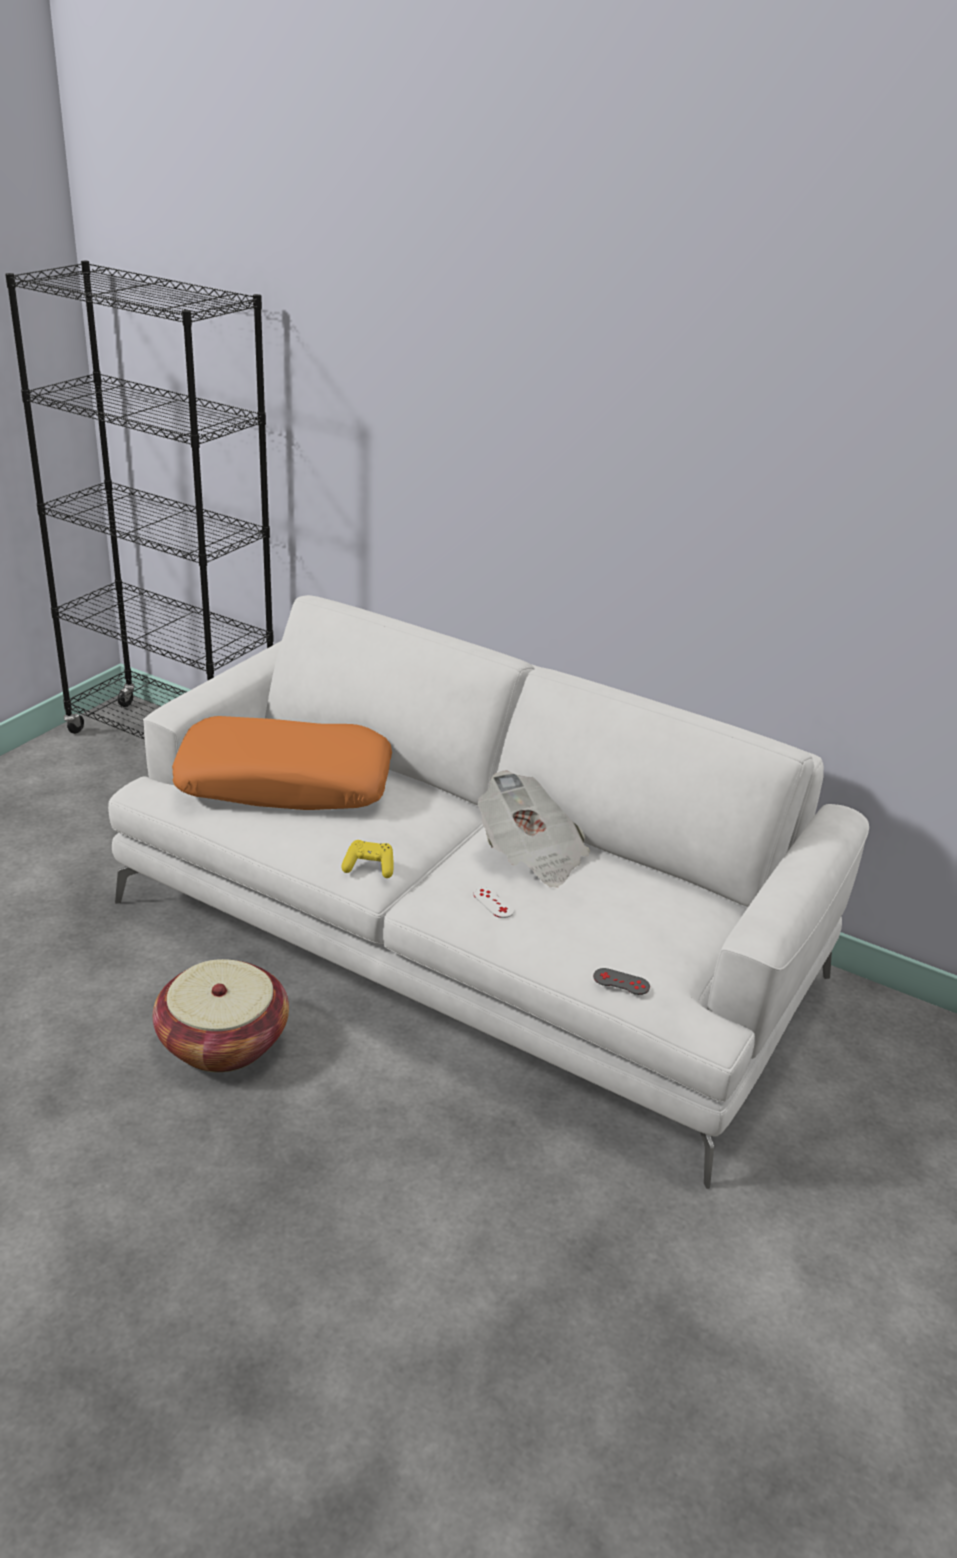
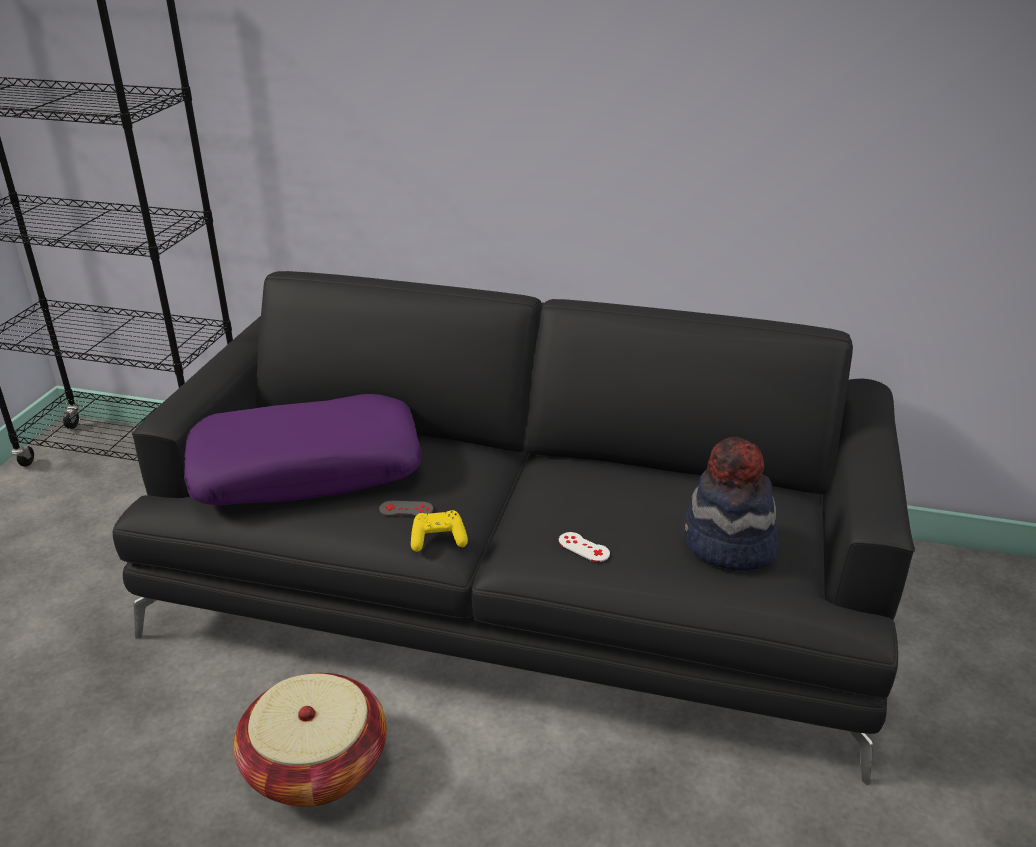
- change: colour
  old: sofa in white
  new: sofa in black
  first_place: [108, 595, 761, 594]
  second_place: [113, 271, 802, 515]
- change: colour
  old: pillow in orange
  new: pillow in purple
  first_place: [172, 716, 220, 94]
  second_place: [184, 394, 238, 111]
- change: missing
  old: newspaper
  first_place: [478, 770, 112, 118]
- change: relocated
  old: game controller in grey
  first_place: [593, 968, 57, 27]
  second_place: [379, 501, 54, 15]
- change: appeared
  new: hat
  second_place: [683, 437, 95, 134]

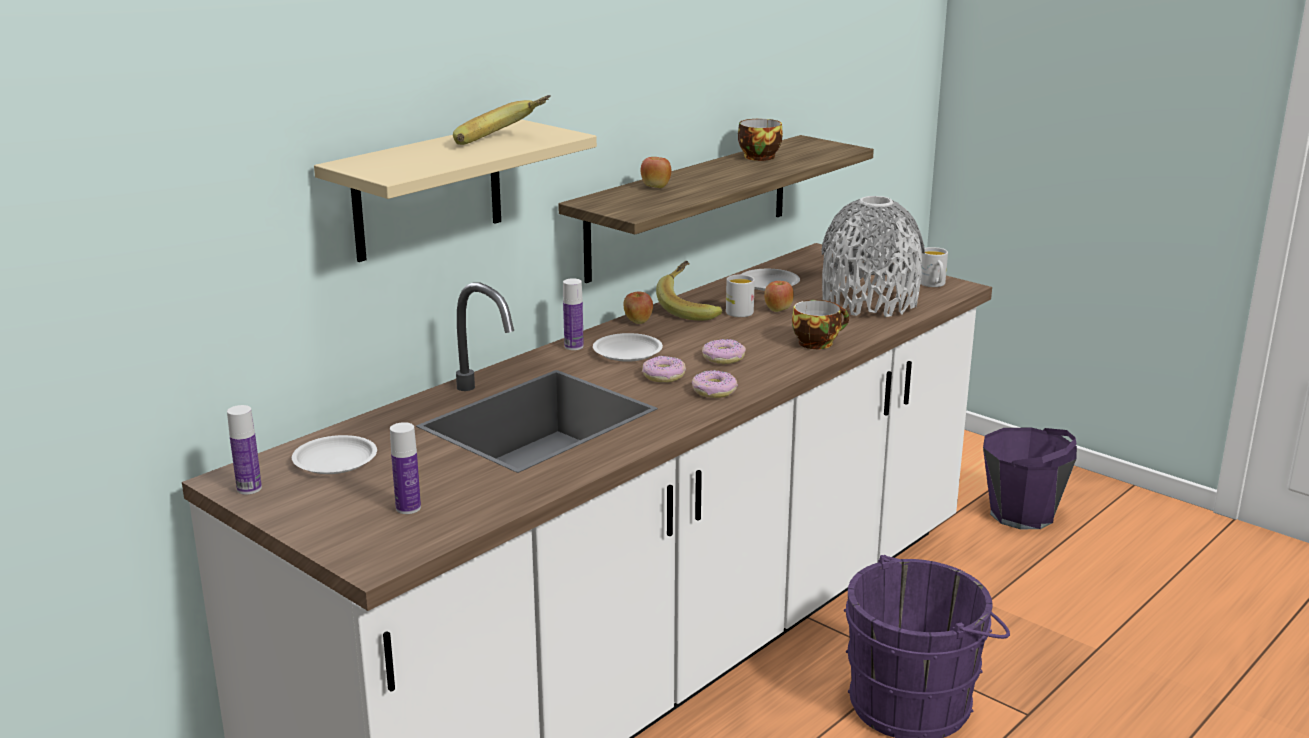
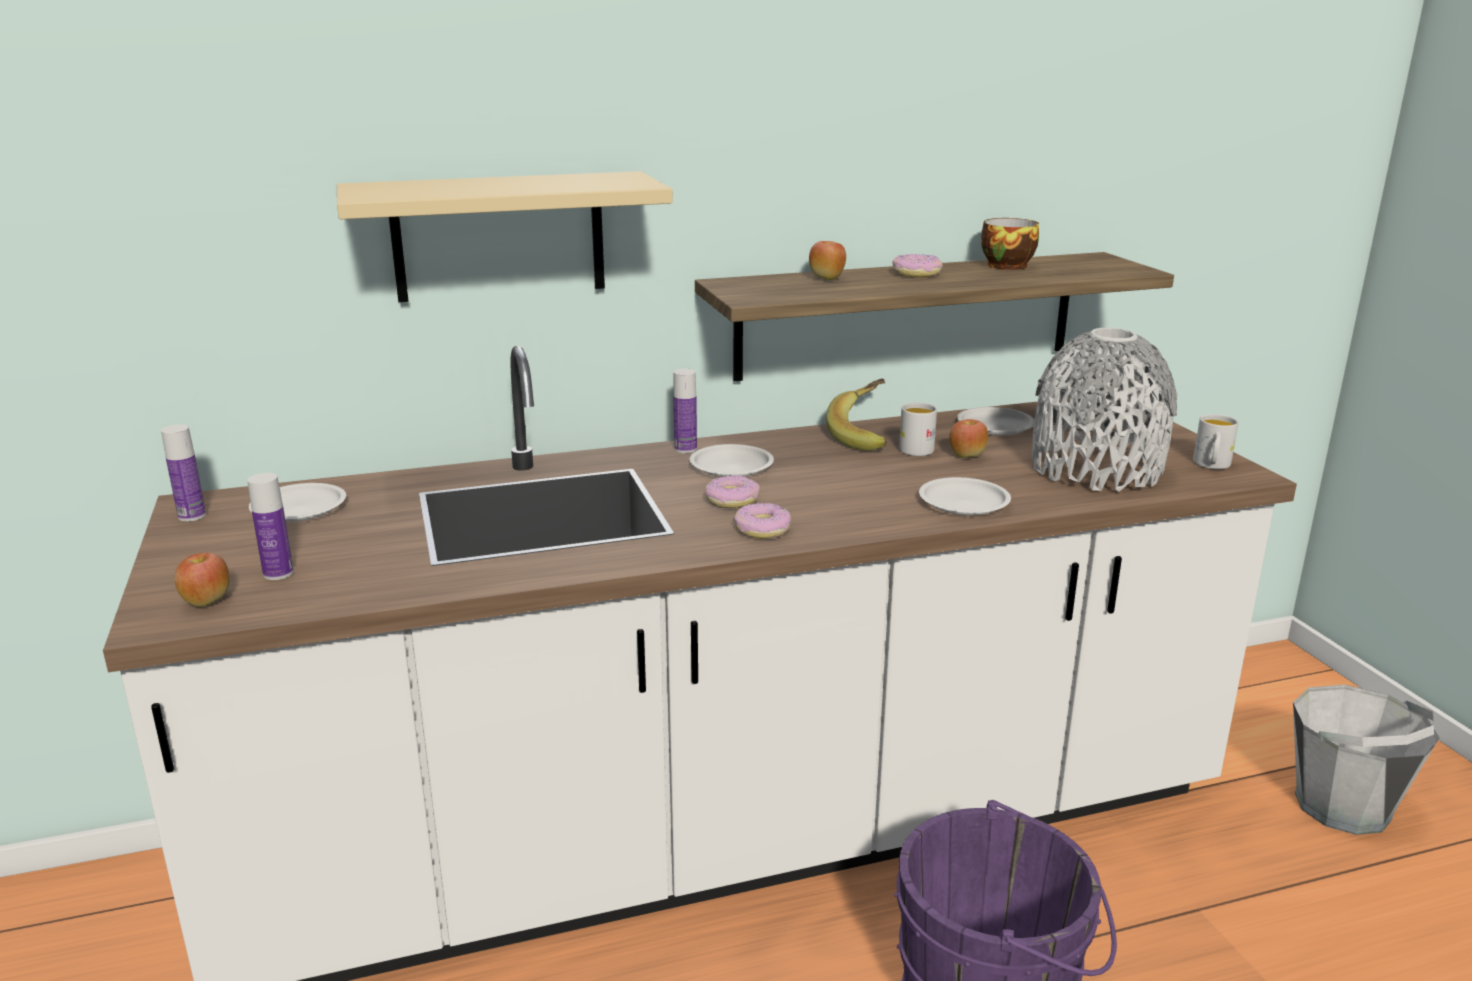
- change: missing
  old: banana
  first_place: [453, 95, 98, 50]
- change: relocated
  old: apple
  first_place: [623, 292, 30, 32]
  second_place: [174, 553, 55, 54]
- change: exchanged
  old: cup
  new: plate in white
  first_place: [792, 300, 57, 49]
  second_place: [919, 477, 92, 38]
- change: relocated
  old: donut
  first_place: [702, 339, 44, 25]
  second_place: [892, 254, 51, 24]
- change: colour
  old: bucket in purple
  new: bucket in grey
  first_place: [983, 427, 94, 102]
  second_place: [1293, 685, 146, 150]

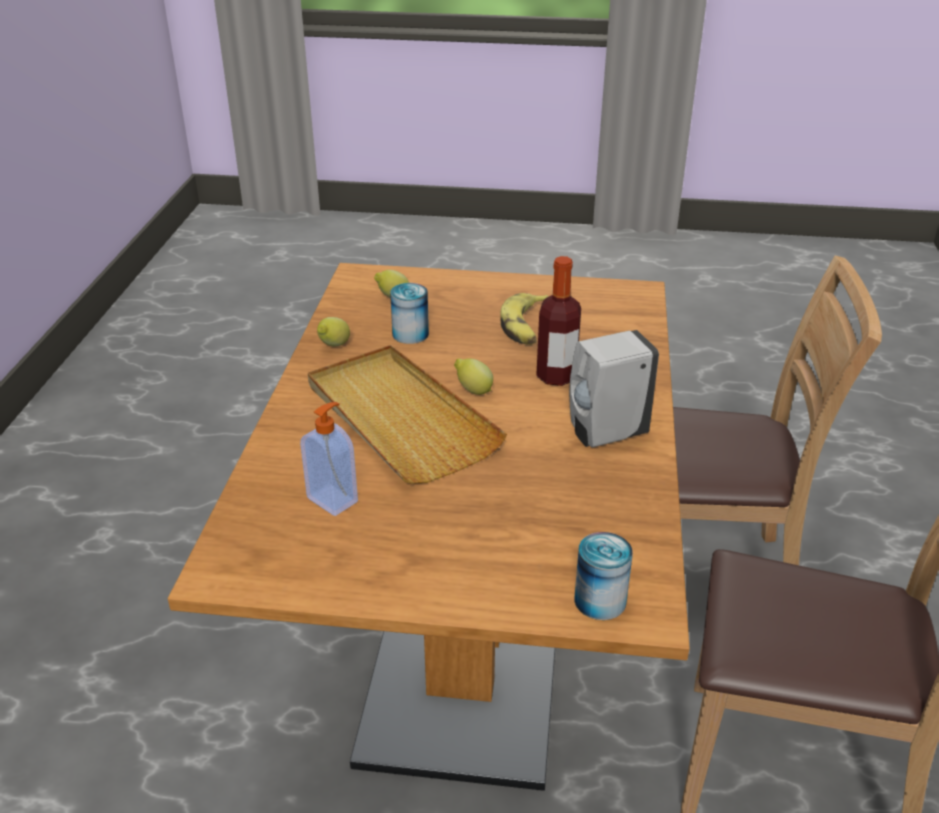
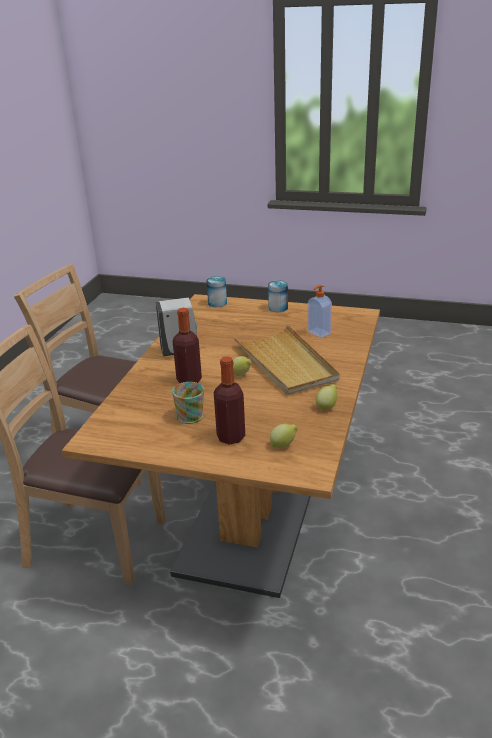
- change: relocated
  old: can
  first_place: [390, 283, 39, 61]
  second_place: [268, 280, 20, 32]
- change: exchanged
  old: banana
  new: mug
  first_place: [500, 293, 49, 52]
  second_place: [172, 382, 32, 42]
- change: appeared
  new: bottle
  second_place: [214, 356, 31, 89]

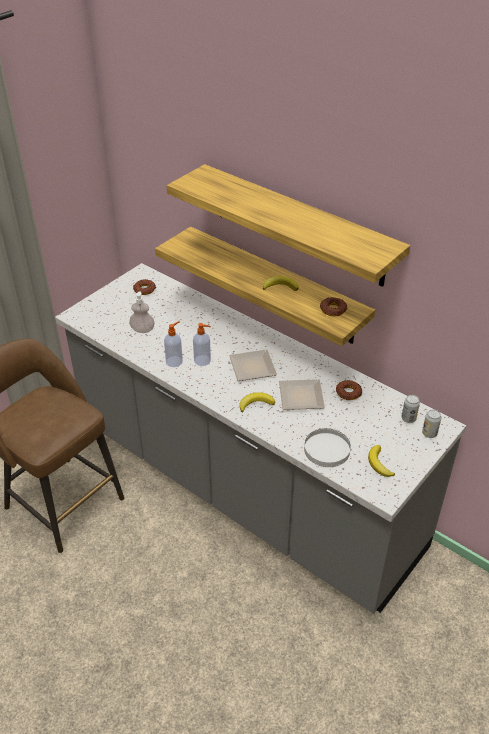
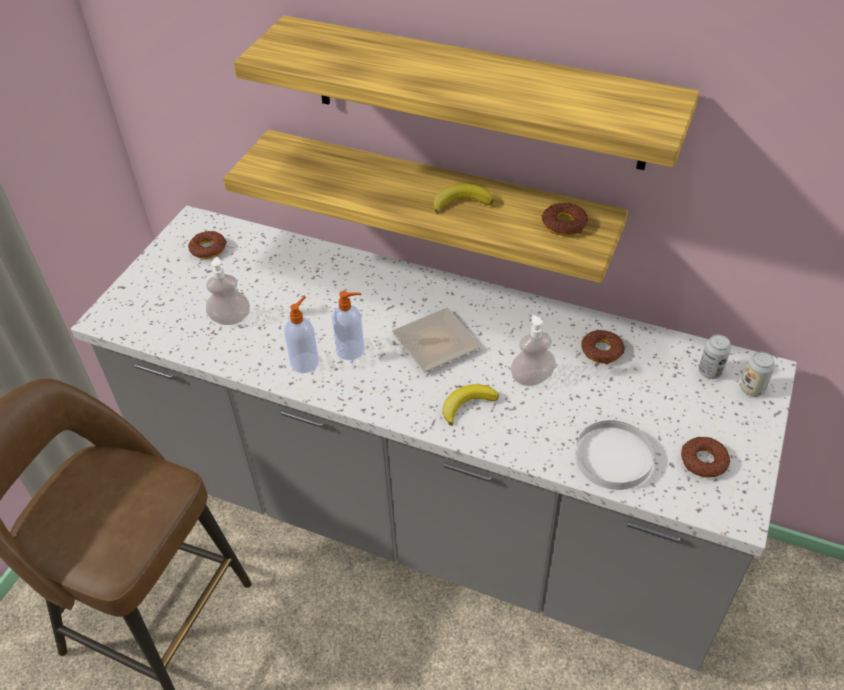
- change: exchanged
  old: plate
  new: soap dispenser
  first_place: [279, 379, 46, 31]
  second_place: [510, 315, 46, 71]
- change: exchanged
  old: banana
  new: donut
  first_place: [368, 445, 27, 32]
  second_place: [681, 437, 49, 41]

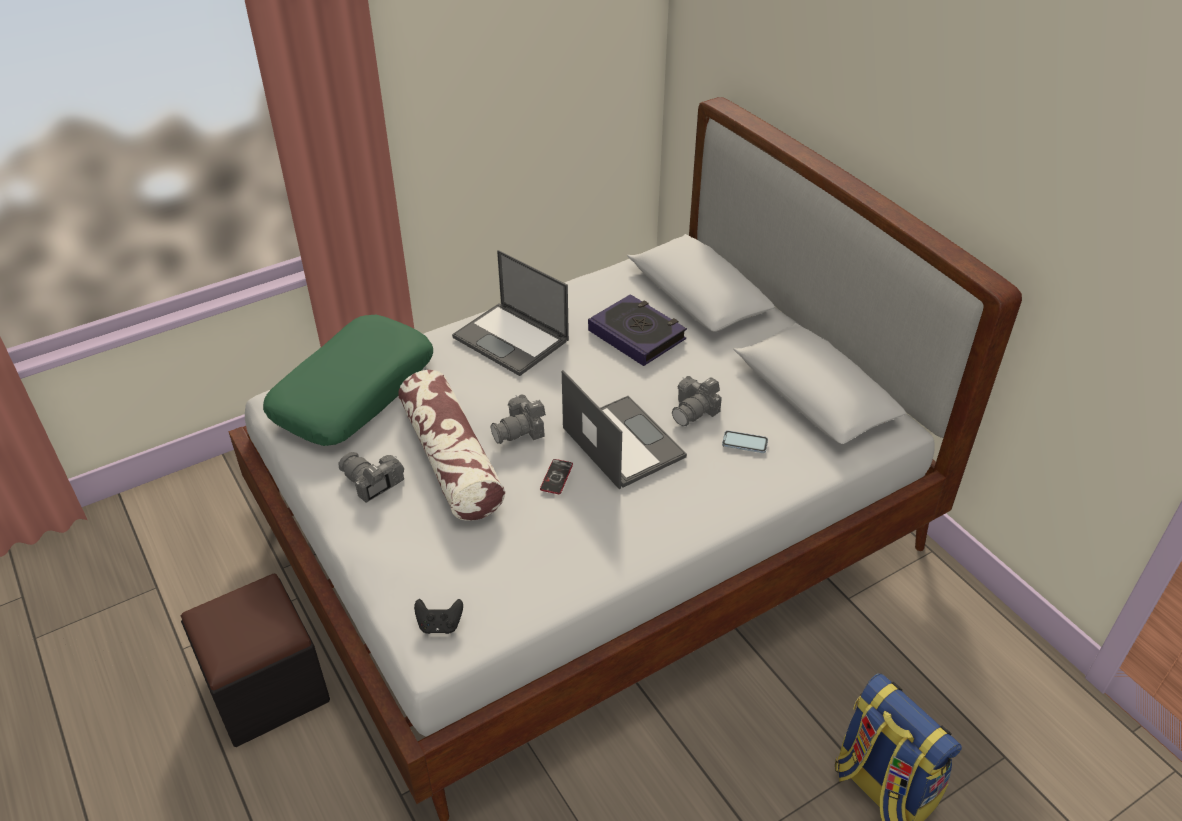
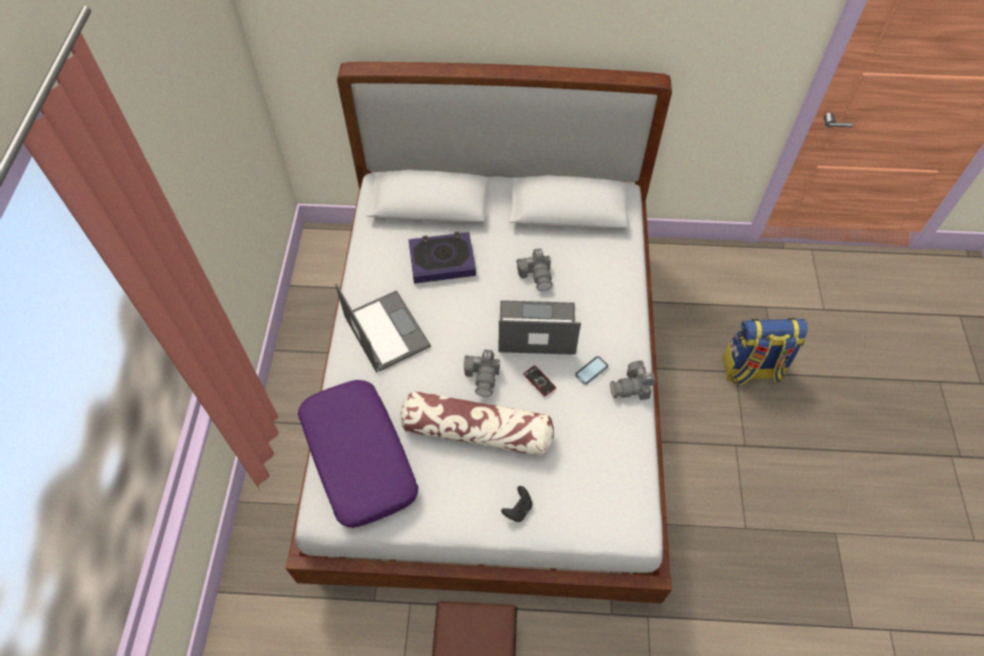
- change: spun
  old: laptop
  first_place: [452, 250, 117, 126]
  second_place: [335, 283, 96, 90]
  degrees: -105
- change: colour
  old: pillow in green
  new: pillow in purple
  first_place: [263, 315, 170, 131]
  second_place: [298, 380, 120, 148]
- change: relocated
  old: phone
  first_place: [722, 431, 46, 22]
  second_place: [575, 356, 33, 29]
- change: relocated
  old: photo camera
  first_place: [339, 452, 65, 51]
  second_place: [610, 360, 46, 40]
- change: relocated
  old: game controller in black
  first_place: [414, 599, 49, 35]
  second_place: [501, 486, 31, 36]

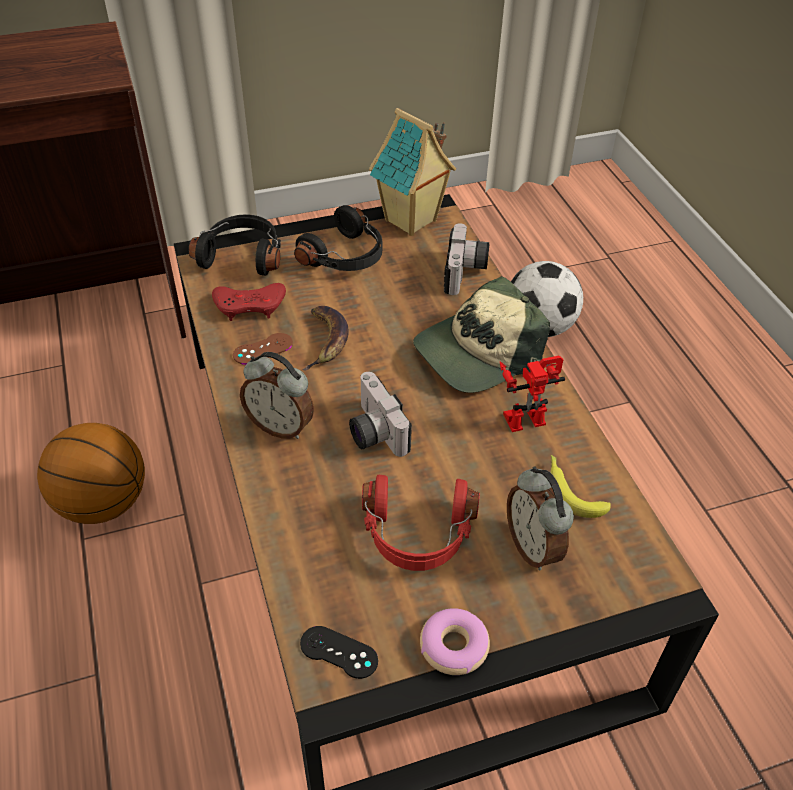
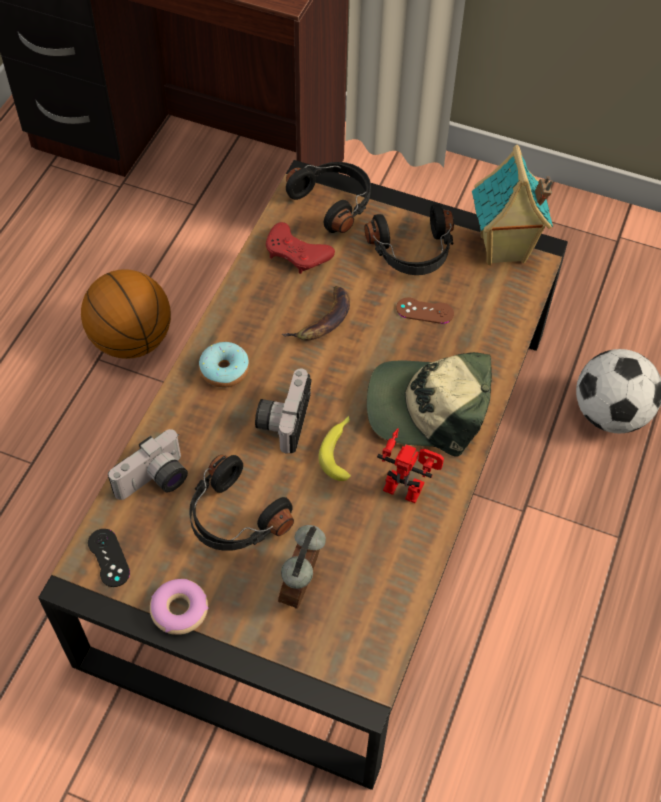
- change: relocated
  old: photo camera
  first_place: [444, 223, 46, 72]
  second_place: [108, 429, 80, 71]
- change: relocated
  old: game controller in brown
  first_place: [233, 333, 60, 32]
  second_place: [396, 298, 58, 26]
- change: exchanged
  old: alarm clock
  new: donut
  first_place: [240, 352, 74, 87]
  second_place: [199, 342, 50, 46]
- change: relocated
  old: banana
  first_place: [550, 455, 61, 63]
  second_place: [318, 416, 33, 65]
- change: colour
  old: headphones in red
  new: headphones in black
  first_place: [362, 475, 118, 96]
  second_place: [189, 455, 105, 96]

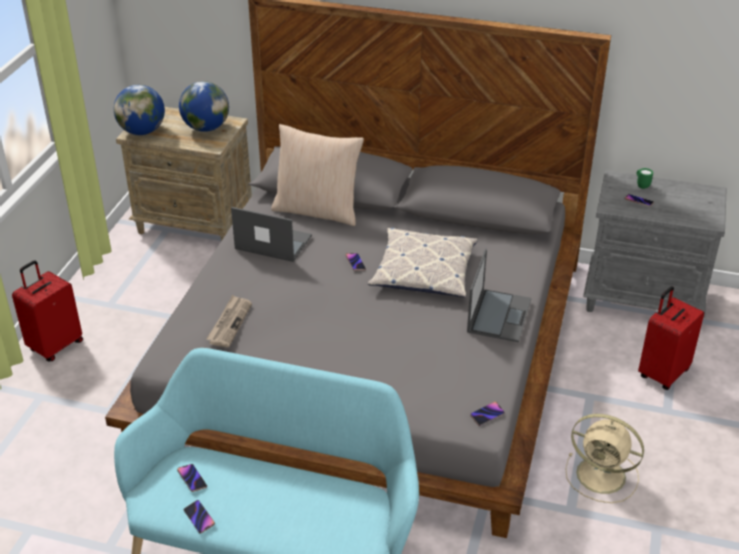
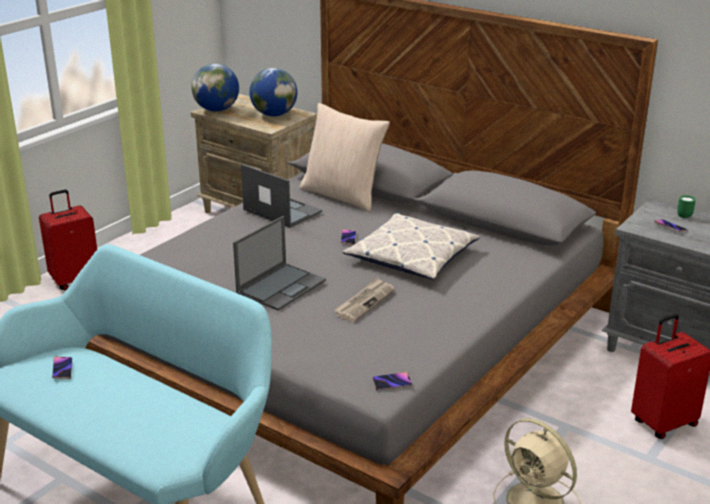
- change: relocated
  old: laptop
  first_place: [467, 249, 64, 93]
  second_place: [233, 216, 93, 95]
- change: relocated
  old: newspaper
  first_place: [206, 295, 46, 52]
  second_place: [334, 278, 61, 44]
- change: missing
  old: phone
  first_place: [183, 500, 32, 34]

